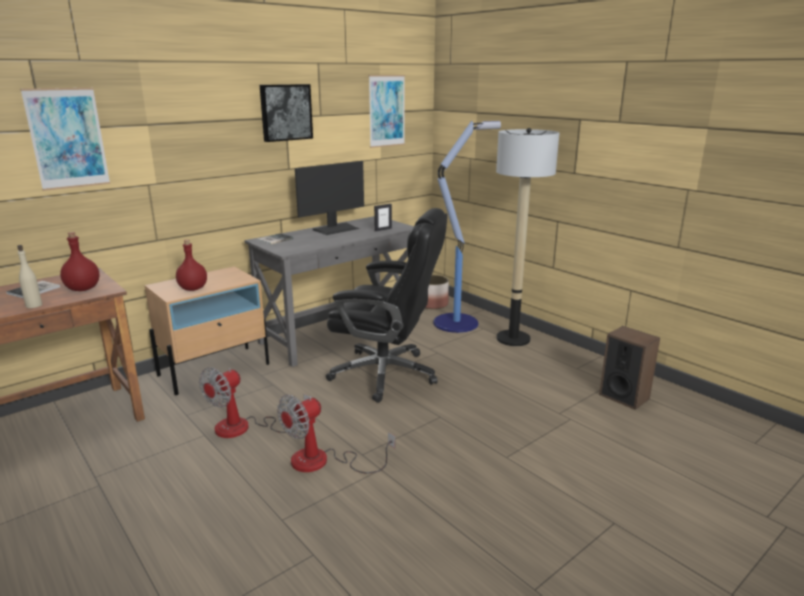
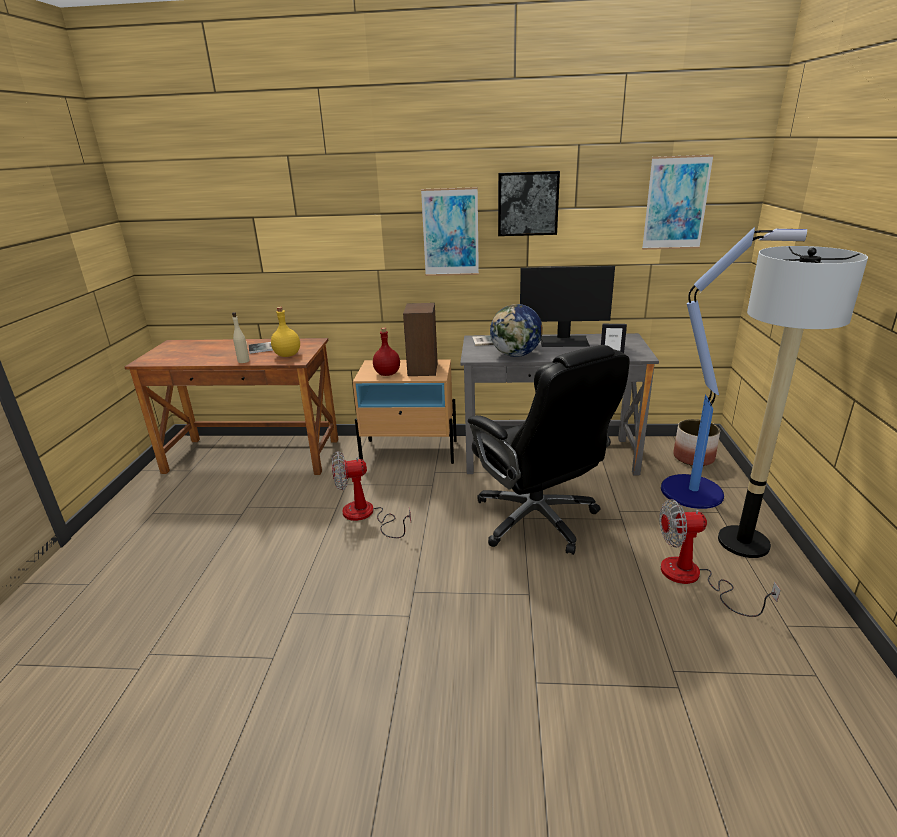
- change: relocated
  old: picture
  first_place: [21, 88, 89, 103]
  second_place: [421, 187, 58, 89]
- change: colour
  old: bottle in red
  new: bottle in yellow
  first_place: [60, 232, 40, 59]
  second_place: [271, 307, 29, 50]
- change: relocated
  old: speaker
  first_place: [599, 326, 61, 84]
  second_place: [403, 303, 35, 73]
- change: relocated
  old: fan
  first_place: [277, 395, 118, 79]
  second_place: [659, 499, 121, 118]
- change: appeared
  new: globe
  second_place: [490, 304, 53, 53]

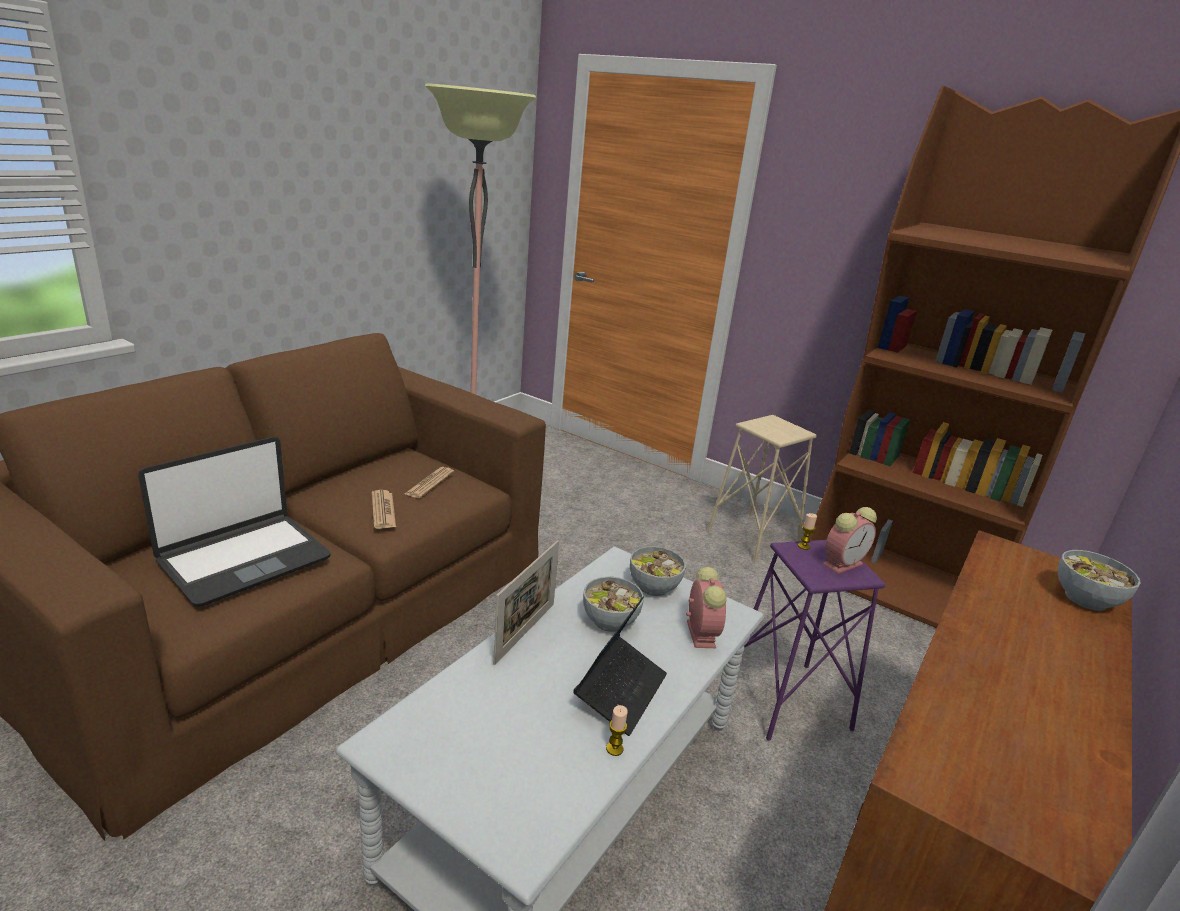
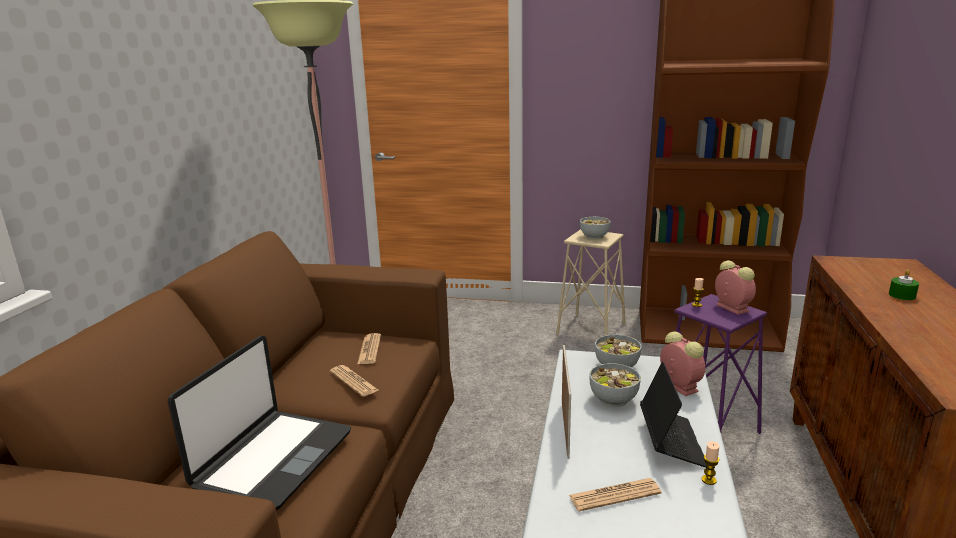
- change: spun
  old: alarm clock
  first_place: [823, 507, 54, 67]
  second_place: [715, 261, 41, 54]
  degrees: -60
- change: relocated
  old: bowl
  first_place: [1058, 550, 83, 61]
  second_place: [580, 217, 31, 22]
- change: appeared
  new: candle in green
  second_place: [889, 270, 30, 30]
- change: appeared
  new: newspaper
  second_place: [569, 478, 93, 34]

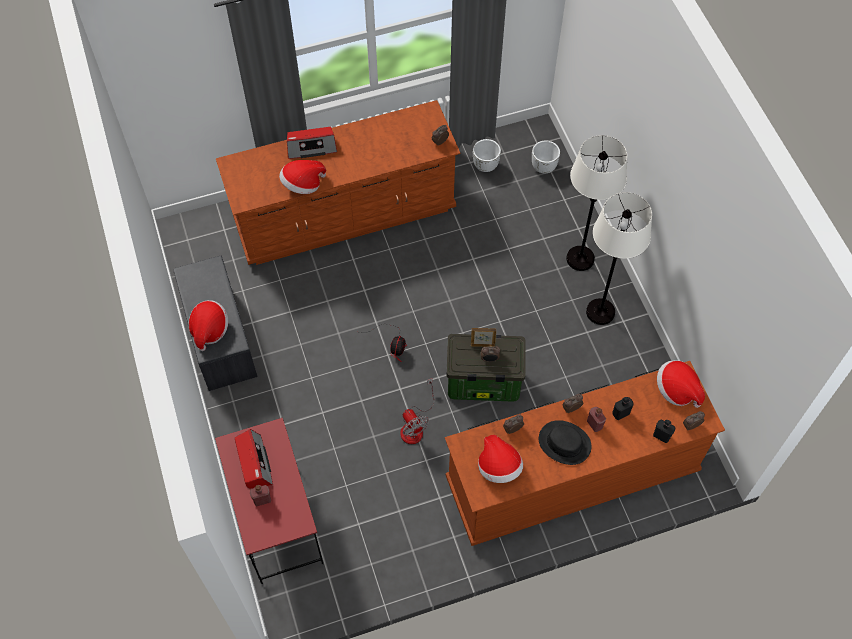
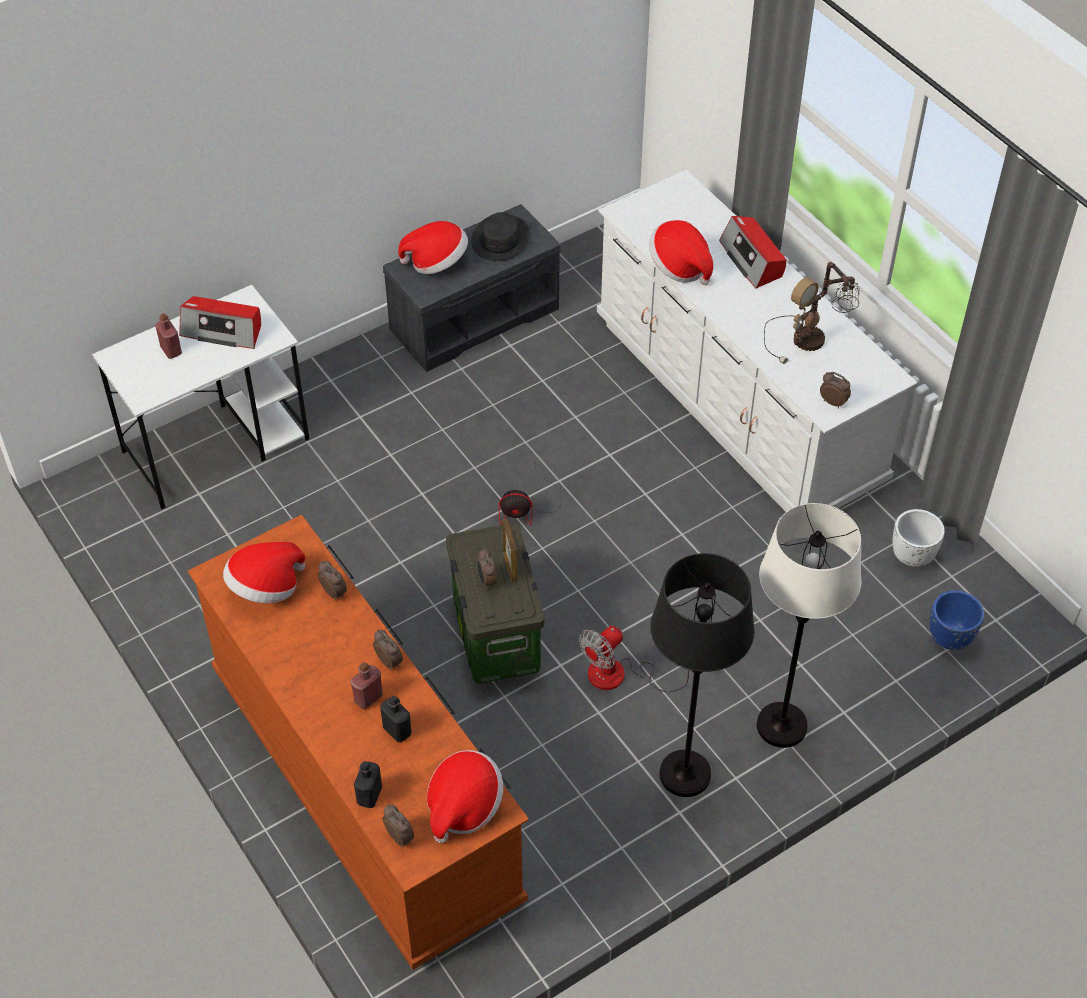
- change: colour
  old: dresser in brown
  new: dresser in white
  first_place: [216, 100, 244, 165]
  second_place: [597, 170, 320, 342]
- change: colour
  old: planter in white
  new: planter in blue
  first_place: [532, 141, 28, 32]
  second_place: [930, 590, 54, 60]
- change: colour
  old: floor lamp in white
  new: floor lamp in black
  first_place: [586, 192, 66, 133]
  second_place: [650, 553, 105, 244]
- change: relocated
  old: fan
  first_place: [400, 378, 34, 66]
  second_place: [579, 626, 111, 66]
- change: colour
  old: desk in red
  new: desk in white
  first_place: [215, 418, 108, 166]
  second_place: [92, 285, 217, 225]
- change: relocated
  old: hat in black
  first_place: [539, 420, 53, 45]
  second_place: [471, 212, 59, 49]
- change: spun
  old: radio
  first_place: [235, 429, 38, 60]
  second_place: [179, 296, 82, 53]
  degrees: 45
- change: appeared
  new: table lamp
  second_place: [764, 262, 95, 102]

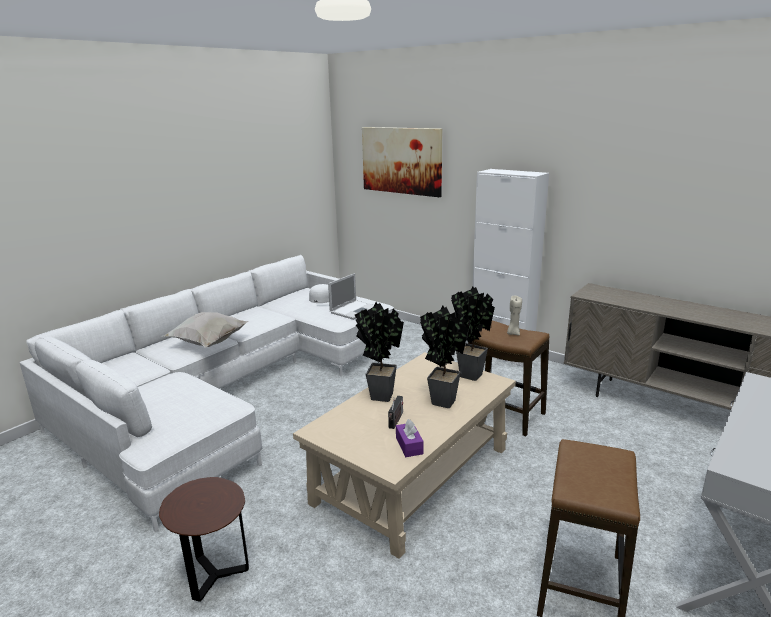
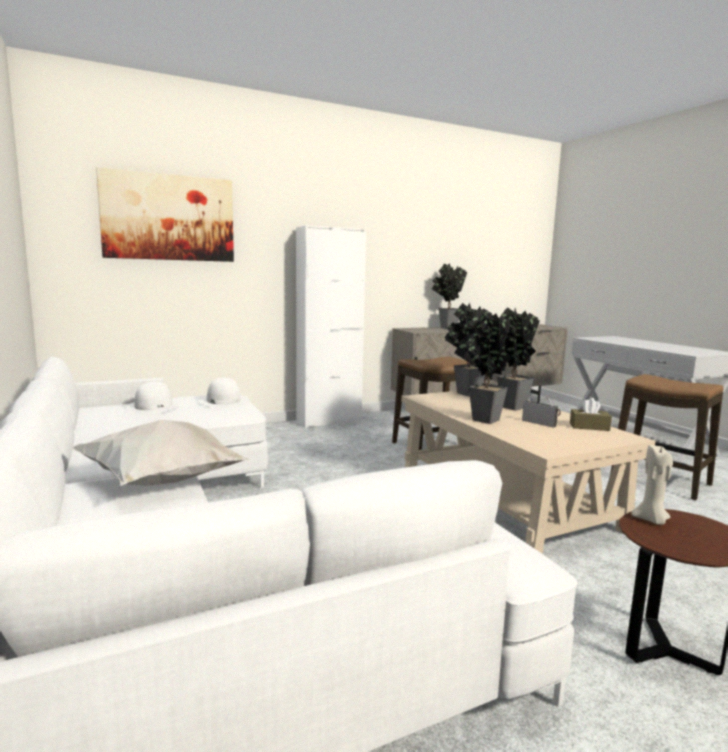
- change: exchanged
  old: laptop
  new: hat in white
  first_place: [328, 273, 46, 47]
  second_place: [199, 378, 50, 30]
- change: relocated
  old: candle in beige
  first_place: [507, 296, 15, 39]
  second_place: [631, 445, 42, 80]
- change: colour
  old: tissue box in purple
  new: tissue box in brown
  first_place: [396, 419, 28, 38]
  second_place: [570, 398, 42, 33]
- change: appeared
  new: potted plant
  second_place: [432, 263, 35, 66]

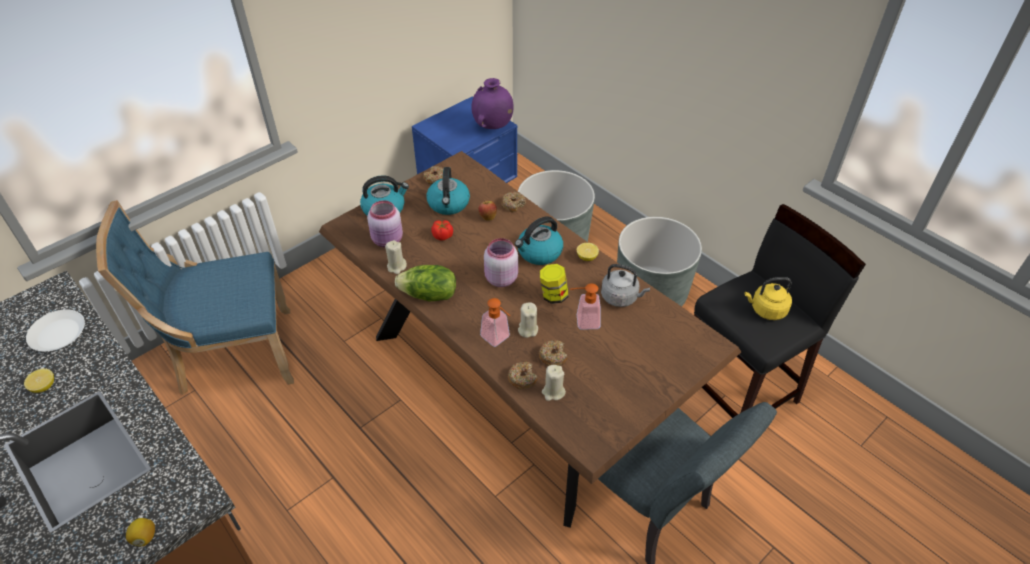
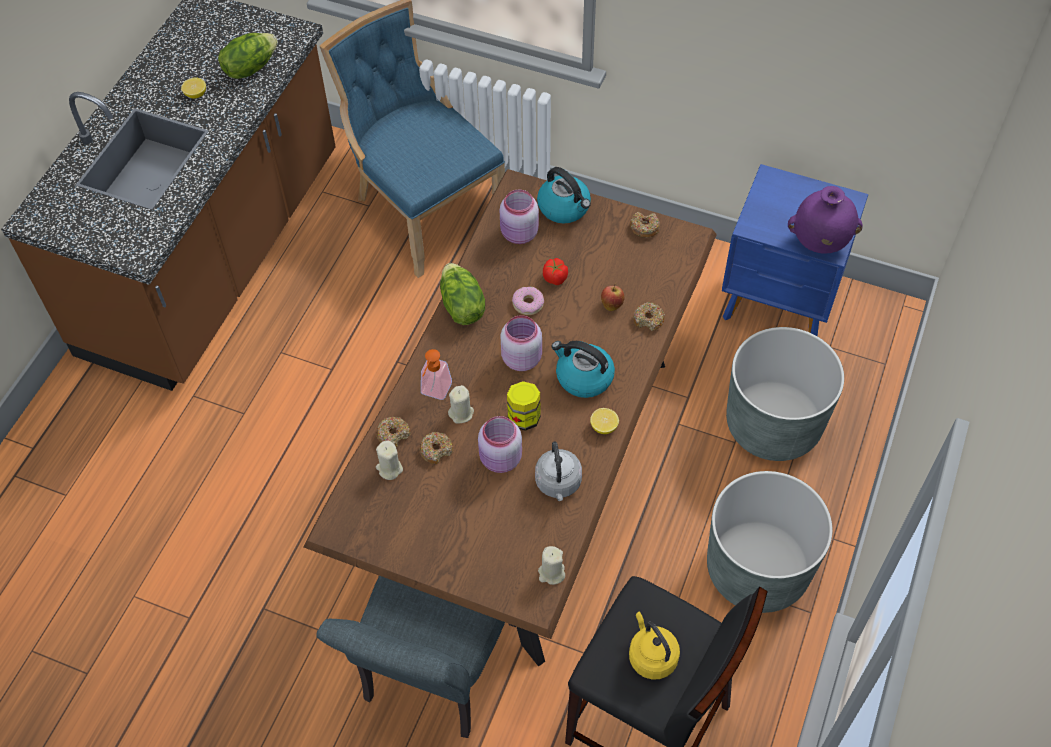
- change: missing
  old: kettle
  first_place: [426, 167, 44, 48]
- change: relocated
  old: candle in beige
  first_place: [385, 240, 22, 34]
  second_place: [538, 546, 27, 39]
- change: exchanged
  old: soap dispenser
  new: jar in pink
  first_place: [570, 283, 30, 47]
  second_place: [478, 416, 44, 57]
- change: exchanged
  old: plate in white
  new: lettuce
  first_place: [26, 309, 59, 43]
  second_place: [218, 33, 60, 46]
- change: missing
  old: lemon
  first_place: [126, 518, 29, 28]
- change: appeared
  new: donut
  second_place: [512, 287, 32, 28]

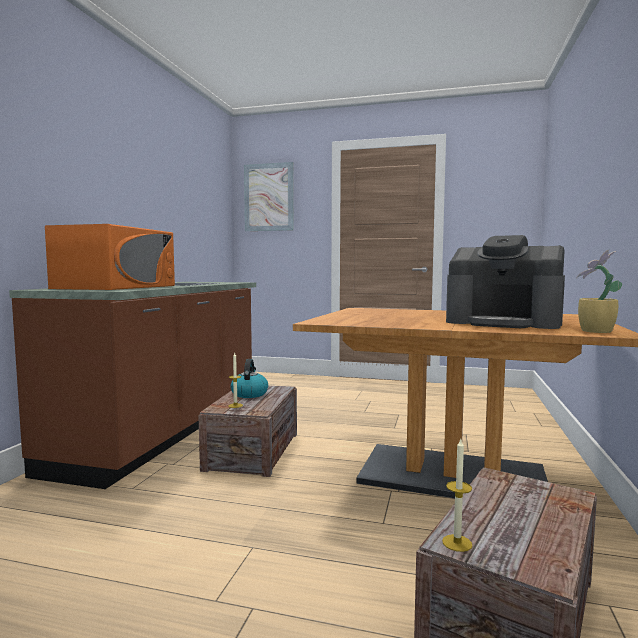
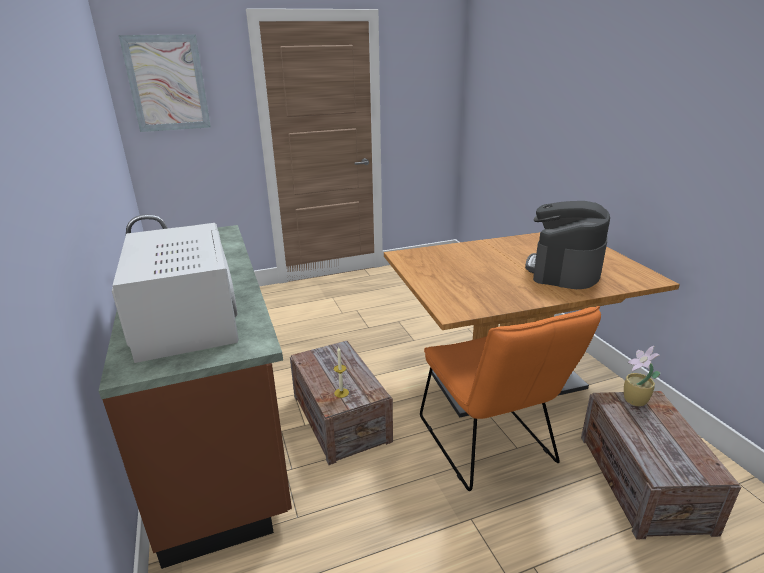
- change: colour
  old: microwave in orange
  new: microwave in white
  first_place: [45, 224, 130, 66]
  second_place: [112, 223, 127, 140]
- change: spun
  old: coffee machine
  first_place: [446, 235, 119, 94]
  second_place: [525, 201, 85, 88]
  degrees: 120
- change: relocated
  old: potted plant
  first_place: [576, 249, 46, 84]
  second_place: [624, 346, 37, 60]
- change: missing
  old: kettle
  first_place: [230, 359, 38, 39]
- change: missing
  old: candle
  first_place: [442, 439, 30, 113]
- change: appeared
  new: chair in orange
  second_place: [420, 306, 181, 185]

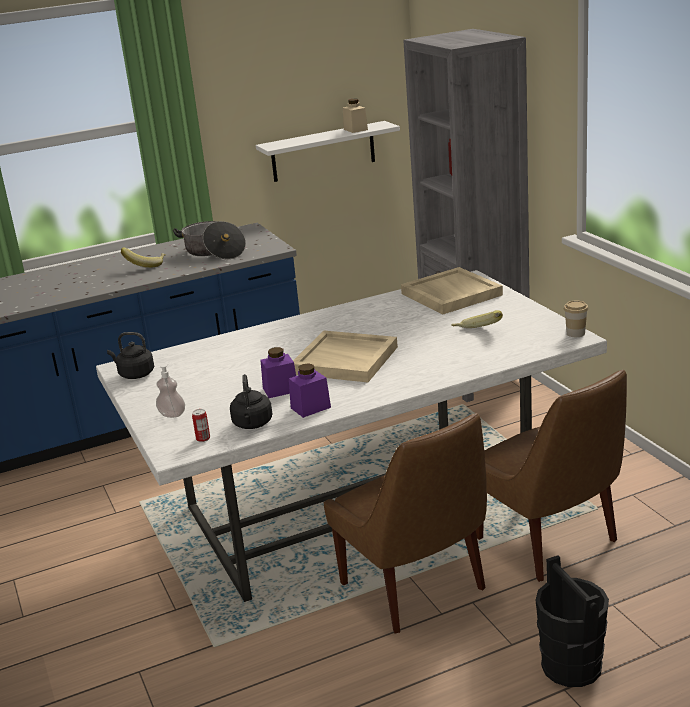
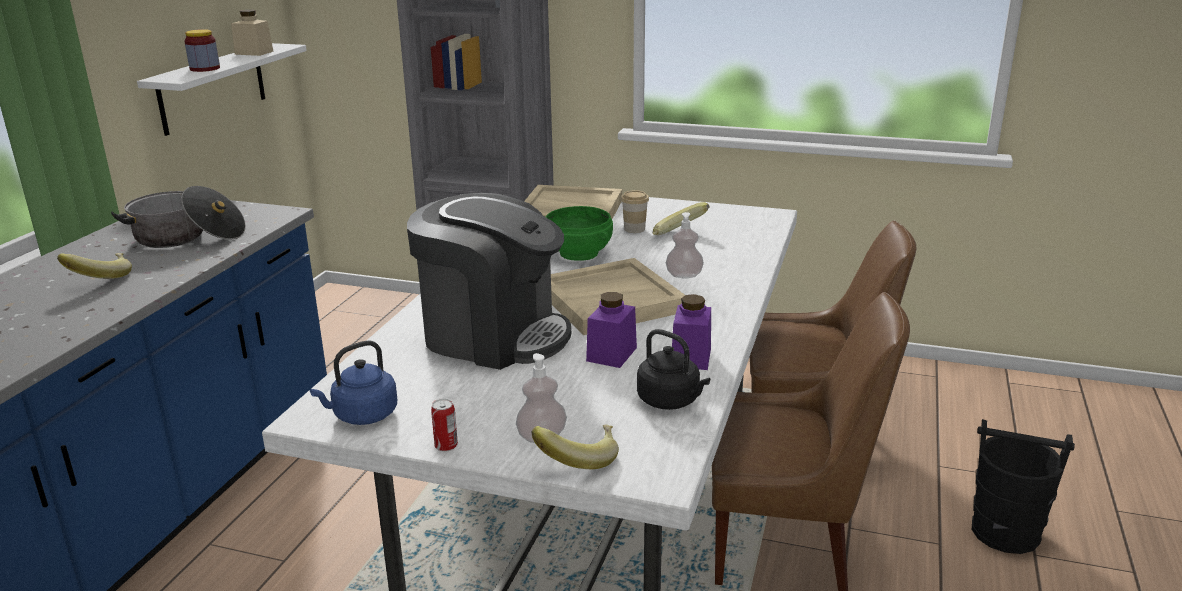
- change: relocated
  old: cup
  first_place: [564, 300, 24, 37]
  second_place: [621, 190, 28, 43]
- change: colour
  old: kettle in black
  new: kettle in blue
  first_place: [107, 332, 47, 47]
  second_place: [310, 341, 87, 84]
- change: relocated
  old: can
  first_place: [192, 409, 18, 33]
  second_place: [431, 398, 27, 54]
- change: appeared
  new: jar
  second_place: [184, 29, 36, 43]
- change: appeared
  new: coffee machine
  second_place: [407, 193, 164, 177]
- change: appeared
  new: bowl in green
  second_place: [546, 206, 67, 55]
- change: appeared
  new: soap dispenser
  second_place: [666, 212, 38, 67]
- change: appeared
  new: banana
  second_place: [531, 424, 88, 45]

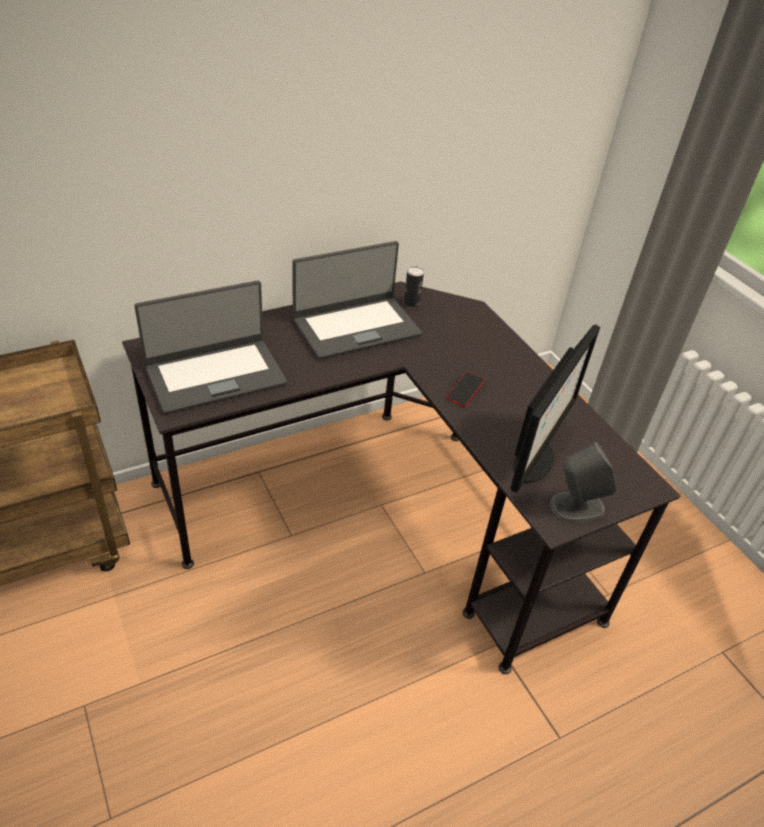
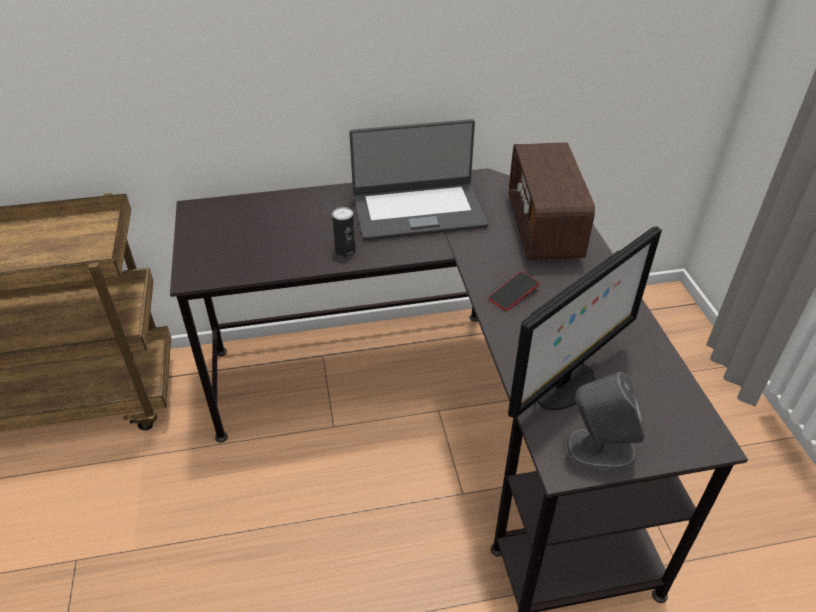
- change: relocated
  old: can
  first_place: [404, 266, 20, 41]
  second_place: [332, 207, 24, 50]
- change: missing
  old: laptop
  first_place: [134, 280, 153, 134]
- change: appeared
  new: radio
  second_place: [509, 143, 86, 117]

